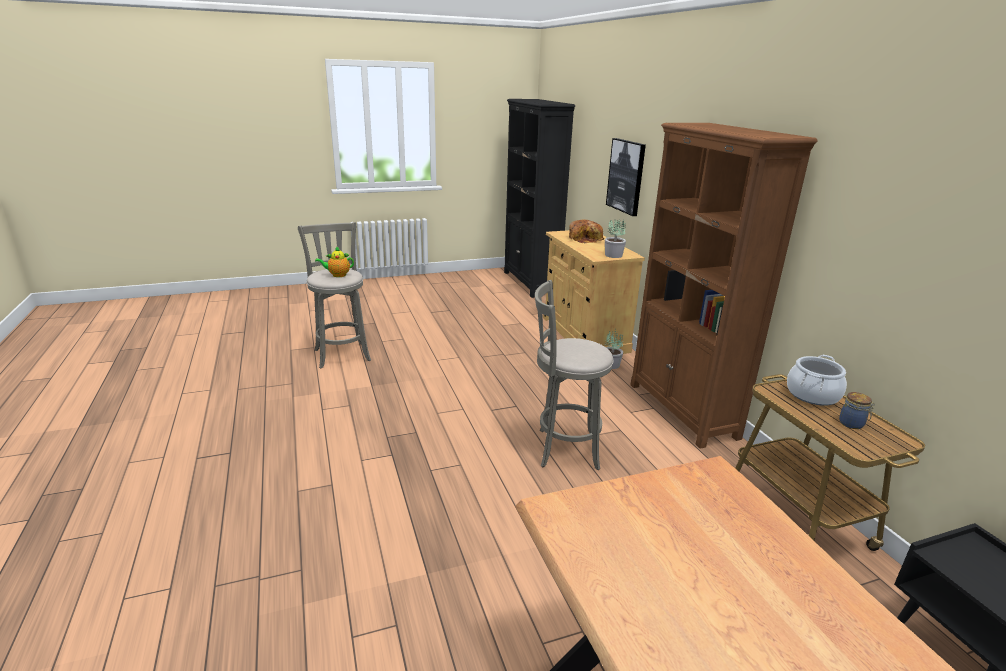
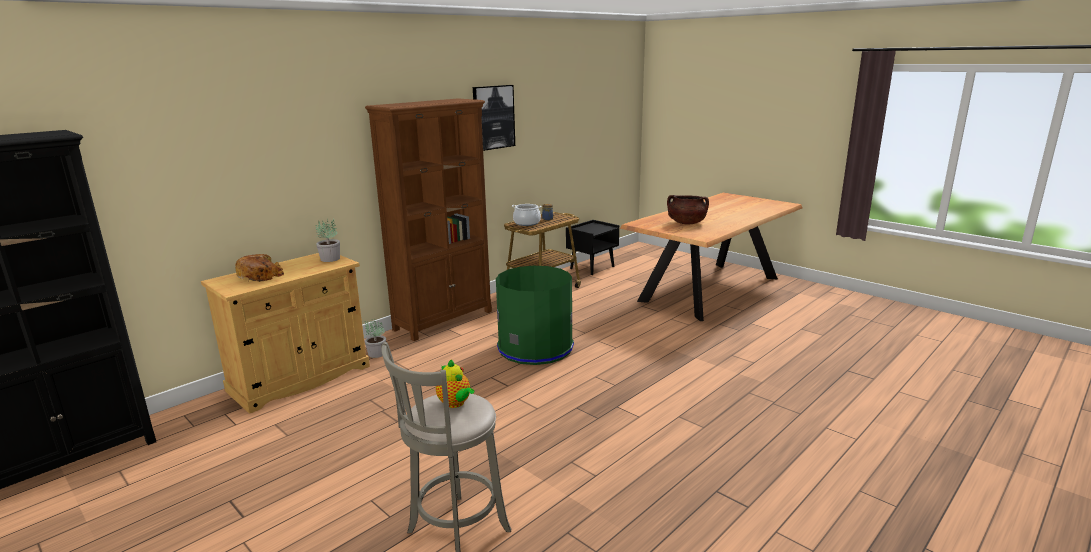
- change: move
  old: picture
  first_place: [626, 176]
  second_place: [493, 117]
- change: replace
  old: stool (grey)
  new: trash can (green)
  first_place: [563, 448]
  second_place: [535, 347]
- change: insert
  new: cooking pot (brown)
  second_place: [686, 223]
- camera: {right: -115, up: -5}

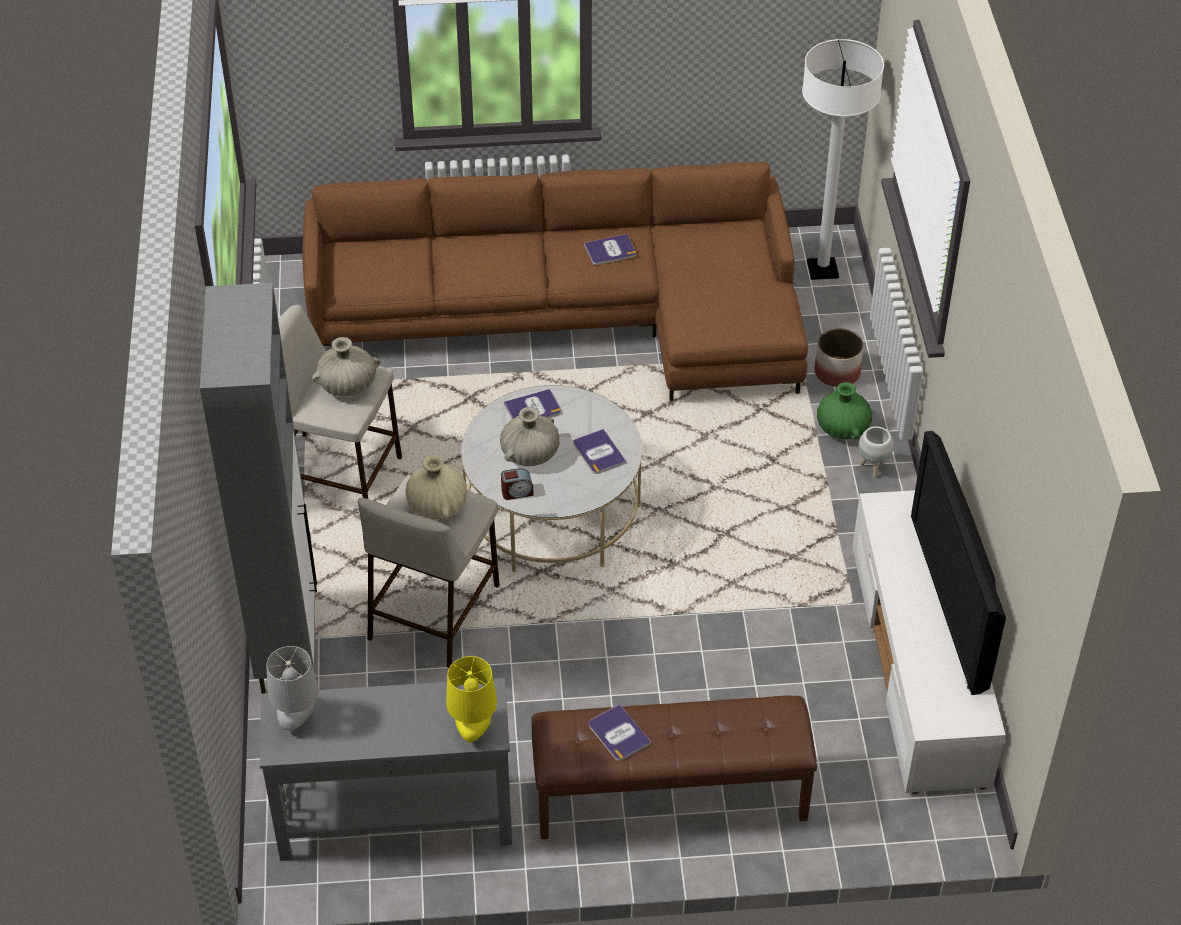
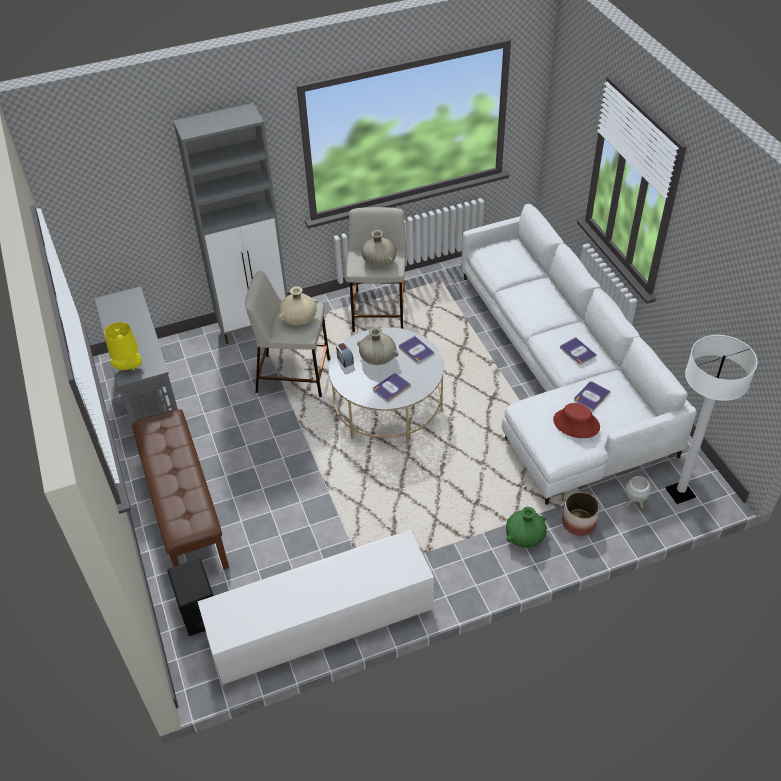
- change: insert
  new: speaker (black)
  second_place: [199, 611]
- change: recolor
  old: sofa (brown)
  new: sofa (white)
  first_place: [576, 315]
  second_place: [558, 376]
- change: insert
  new: hat (red)
  second_place: [576, 424]
- change: move
  old: book
  first_place: [618, 734]
  second_place: [591, 396]
- change: move
  old: planter (white)
  first_place: [873, 468]
  second_place: [634, 503]
- change: delete
  old: table lamp (grey)
  first_place: [298, 719]
- change: delete
  old: television
  first_place: [954, 601]
- camera: {right: 75, up: 0}

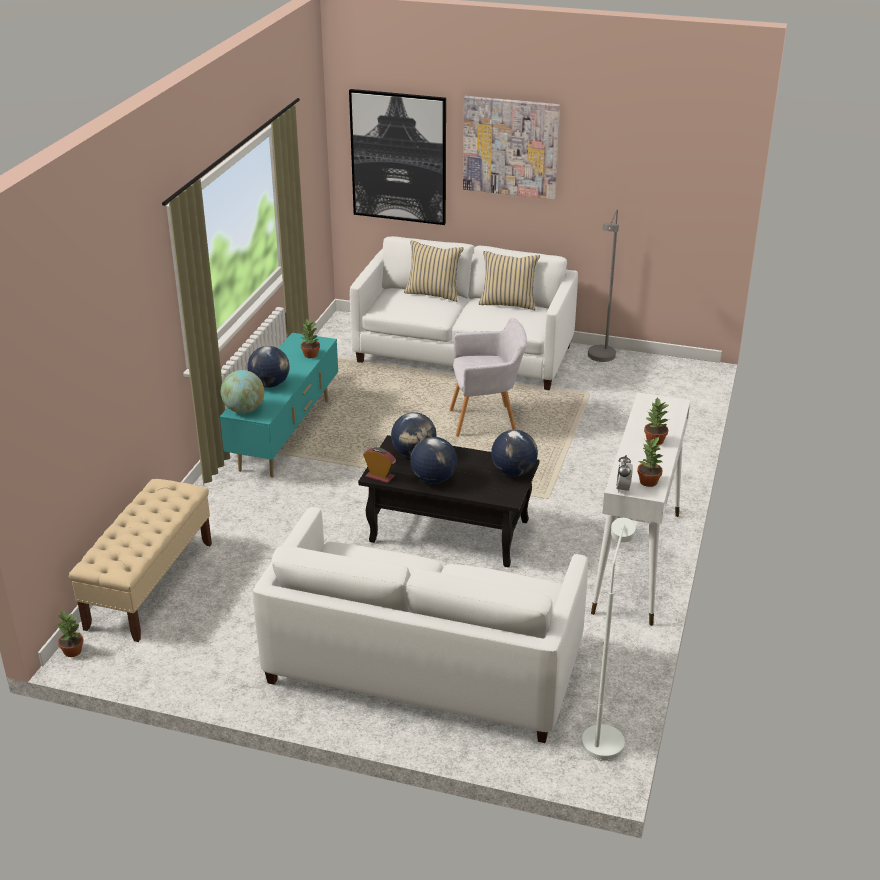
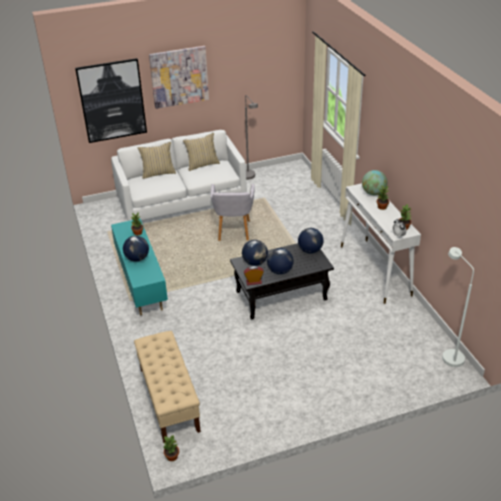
- change: rotate
  old: armchair (grey)
  first_place: [486, 421]
  second_place: [233, 232]
  degrees: 135
- change: move
  old: globe
  first_place: [244, 410]
  second_place: [373, 193]
- change: delete
  old: sofa (white)
  first_place: [423, 666]
- camera: {right: -35, up: 5}

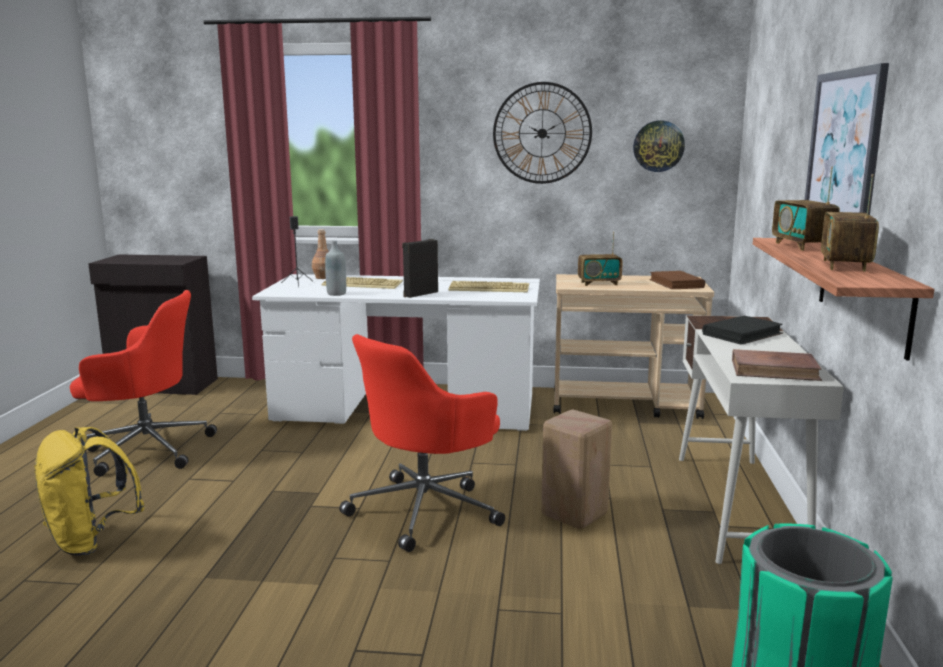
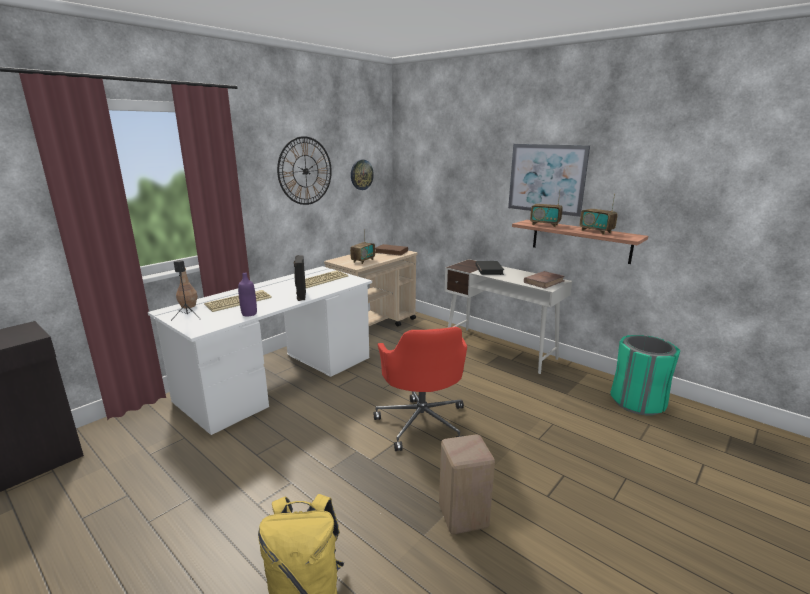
- change: recolor
  old: bottle (grey)
  new: bottle (purple)
  first_place: [336, 294]
  second_place: [249, 314]
- change: move
  old: stool (beige)
  first_place: [574, 513]
  second_place: [461, 515]
- change: delete
  old: office chair (red)
  first_place: [146, 449]
- camera: {right: -55, up: 5}

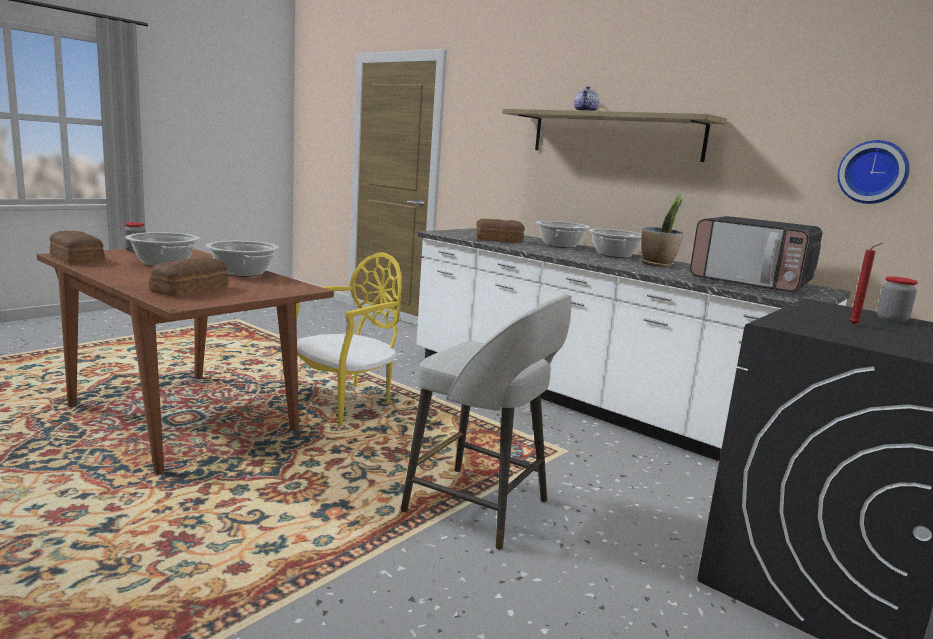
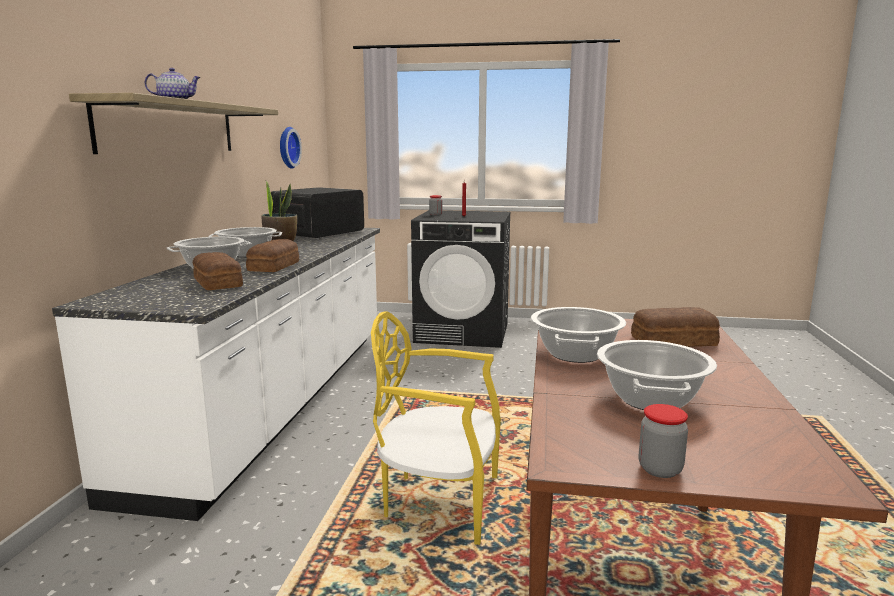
- change: move
  old: bread
  first_place: [76, 259]
  second_place: [275, 266]
- change: rotate
  old: microwave
  first_place: [751, 282]
  second_place: [318, 234]
  degrees: -150
- change: delete
  old: stool (grey)
  first_place: [480, 508]
- camera: {right: -120, up: 0}

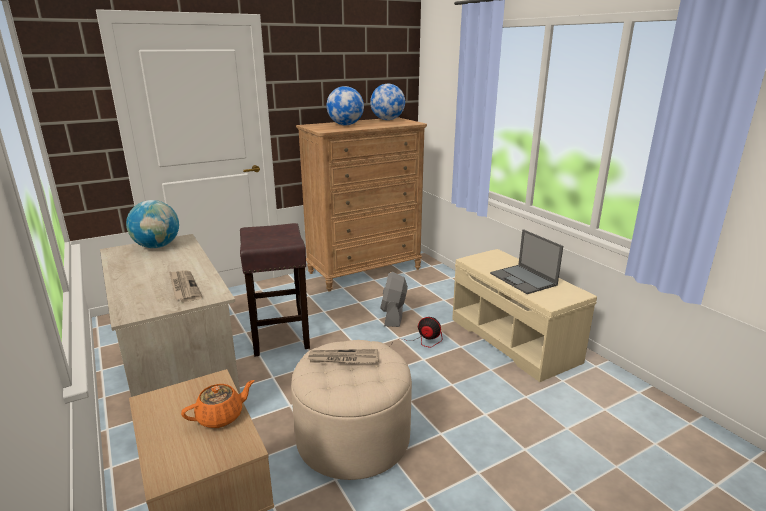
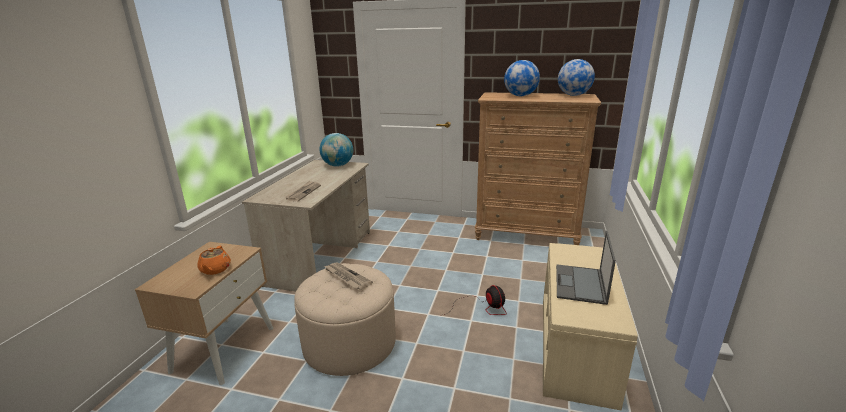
- change: rotate
  old: teapot (orange)
  first_place: [221, 416]
  second_place: [215, 269]
  degrees: 75
- change: delete
  old: stool (brown)
  first_place: [280, 336]
- change: delete
  old: fan (grey)
  first_place: [393, 315]
- camera: {right: 45, up: 0}

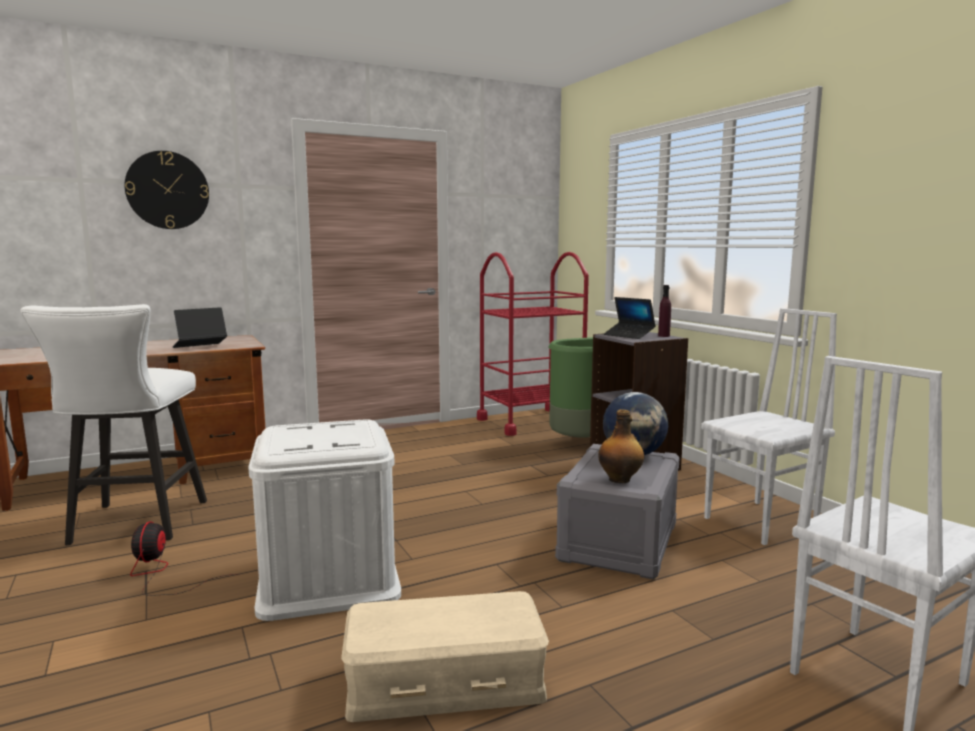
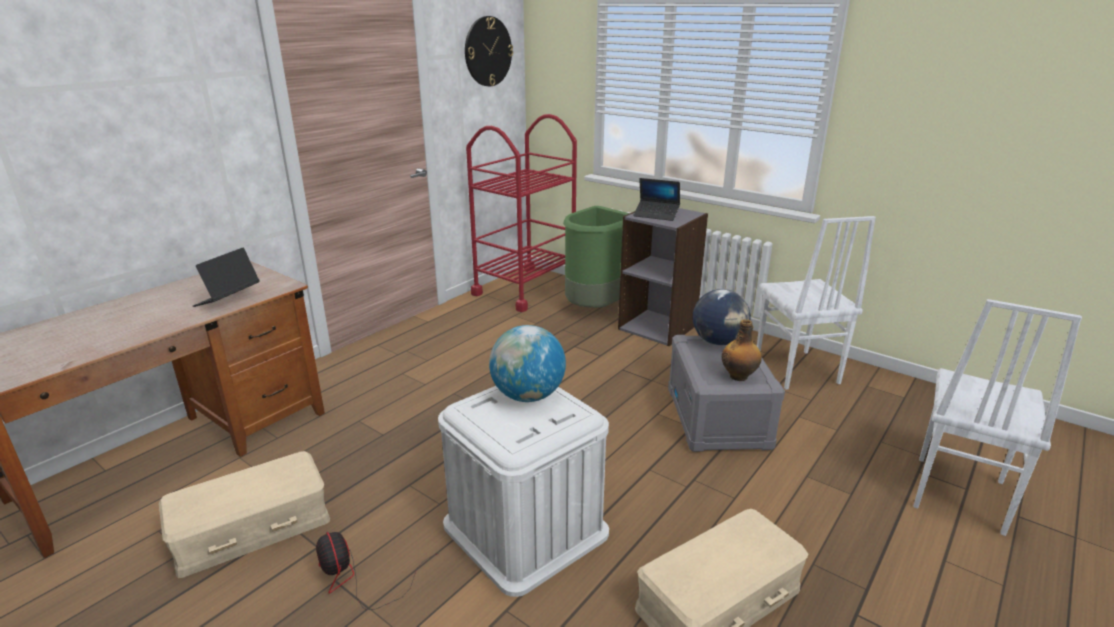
- change: replace
  old: stool (white)
  new: storage box (beige)
  first_place: [134, 526]
  second_place: [252, 528]
- change: move
  old: wall clock
  first_place: [167, 190]
  second_place: [488, 51]
- change: insert
  new: globe
  second_place: [528, 396]
- change: rotate
  old: chair (white)
  first_place: [762, 522]
  second_place: [795, 370]
  degrees: 135
- change: delete
  old: bottle (purple)
  first_place: [663, 336]
- camera: {right: -25, up: 15}

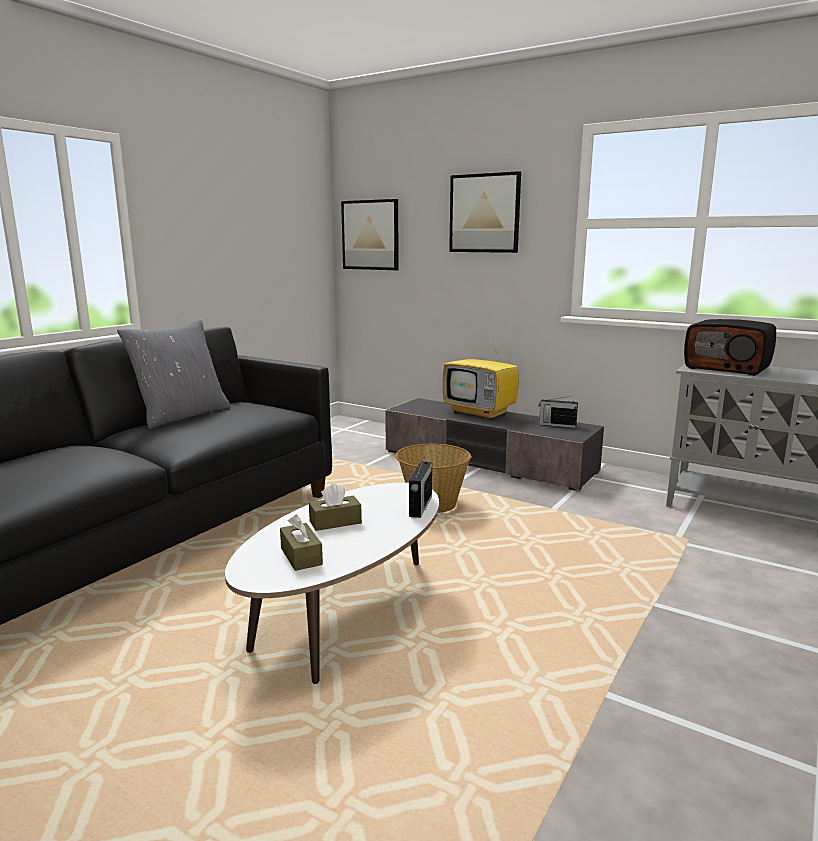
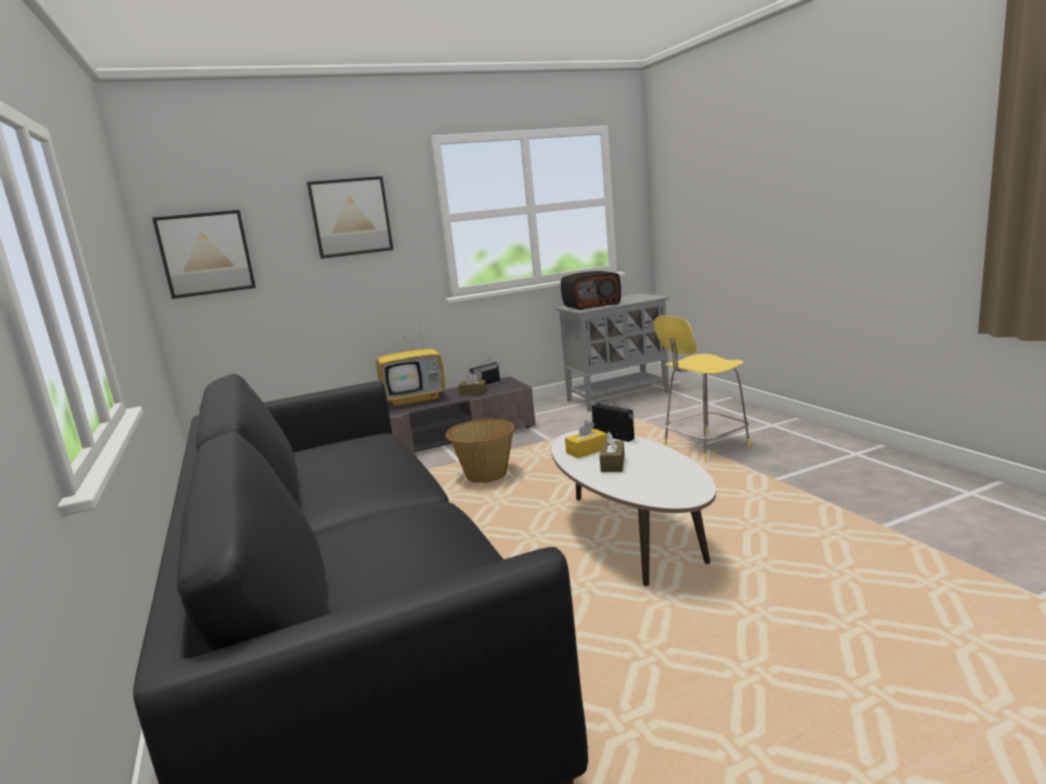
- change: move
  old: tissue box (brown)
  first_place: [301, 556]
  second_place: [473, 393]
- change: insert
  new: tissue box (yellow)
  second_place: [587, 451]
- change: insert
  new: stool (yellow)
  second_place: [704, 447]
- change: delete
  old: pillow (grey)
  first_place: [182, 416]
- camera: {right: -55, up: 0}

